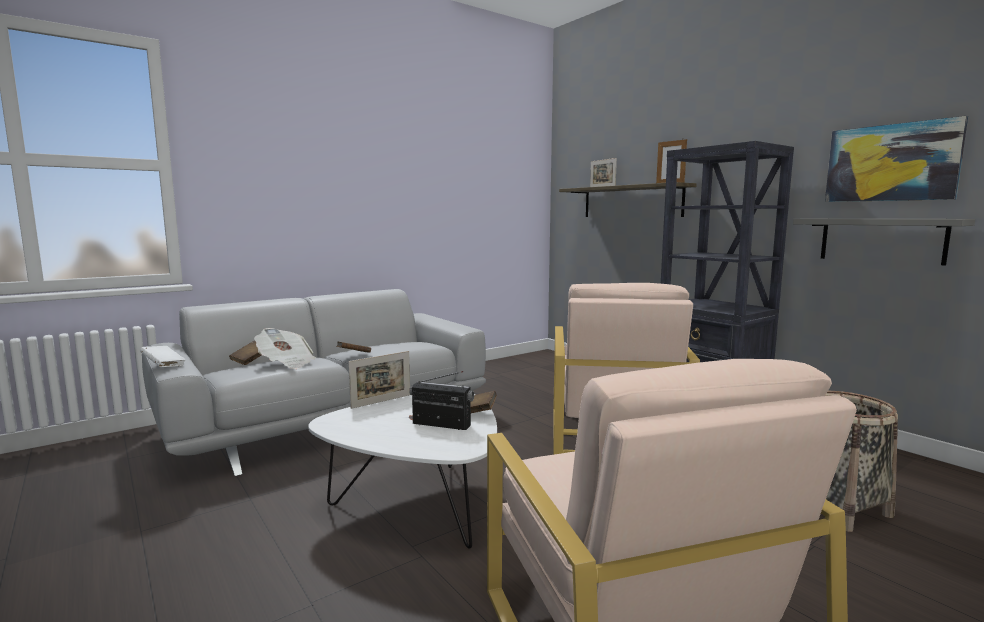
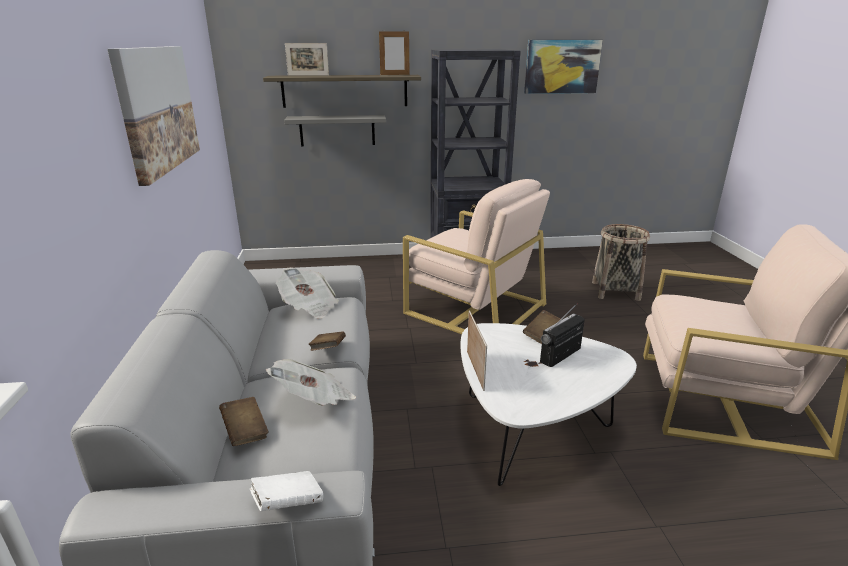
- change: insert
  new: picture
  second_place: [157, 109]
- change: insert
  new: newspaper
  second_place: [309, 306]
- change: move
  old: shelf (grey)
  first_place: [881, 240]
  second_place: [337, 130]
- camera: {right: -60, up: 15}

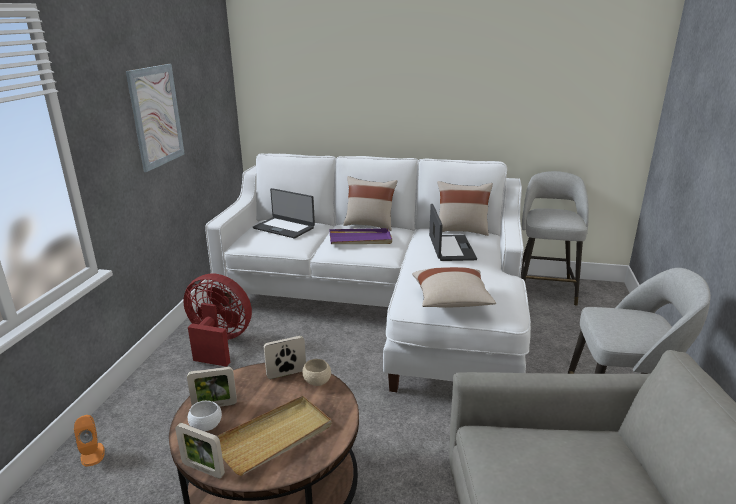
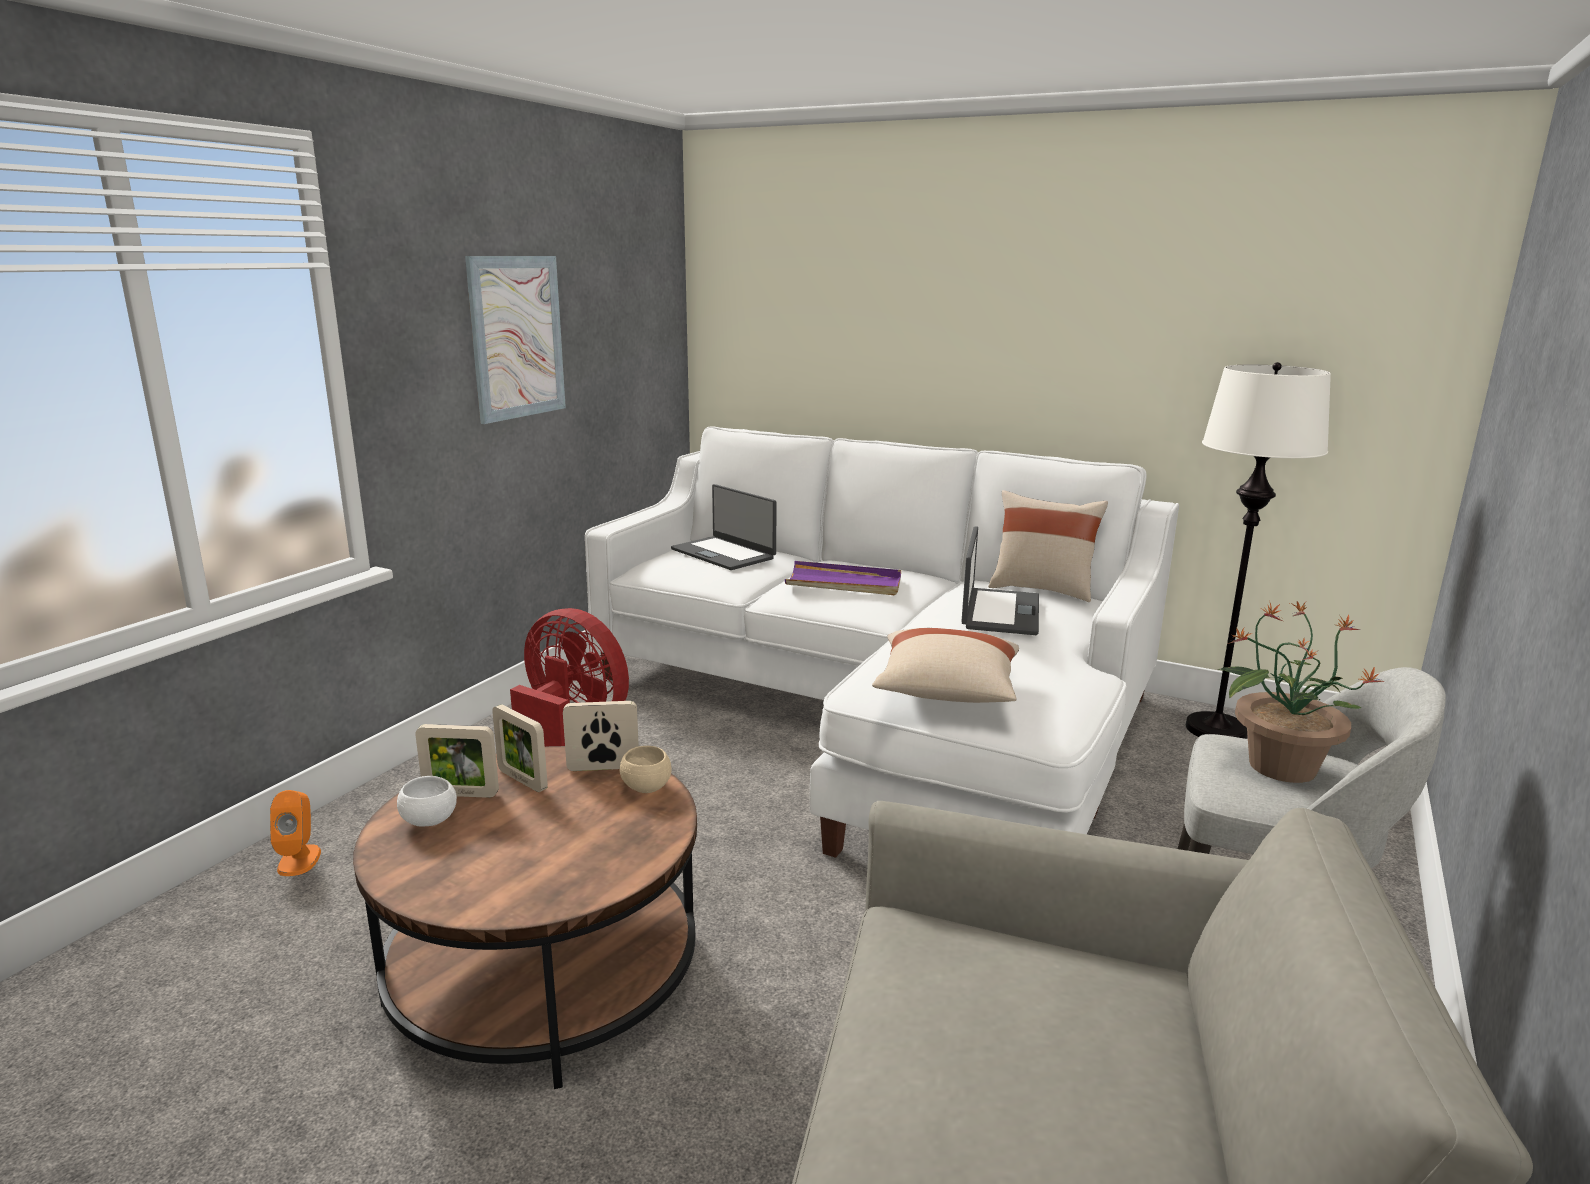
- change: move
  old: picture frame
  first_place: [203, 469]
  second_place: [522, 780]
- change: replace
  old: stool (grey)
  new: floor lamp (white)
  first_place: [545, 288]
  second_place: [1216, 729]
- change: insert
  new: potted plant
  second_place: [1279, 766]
- change: delete
  old: tray (beige)
  first_place: [275, 437]
- change: delete
  old: pillow (beige)
  first_place: [369, 225]
- camera: {right: 15, up: -5}

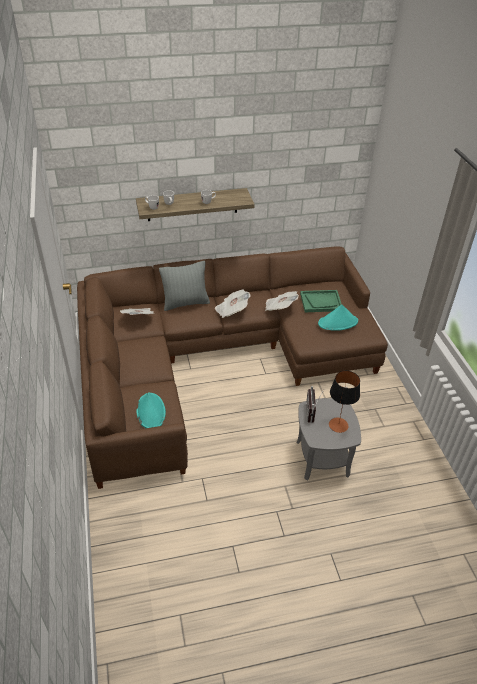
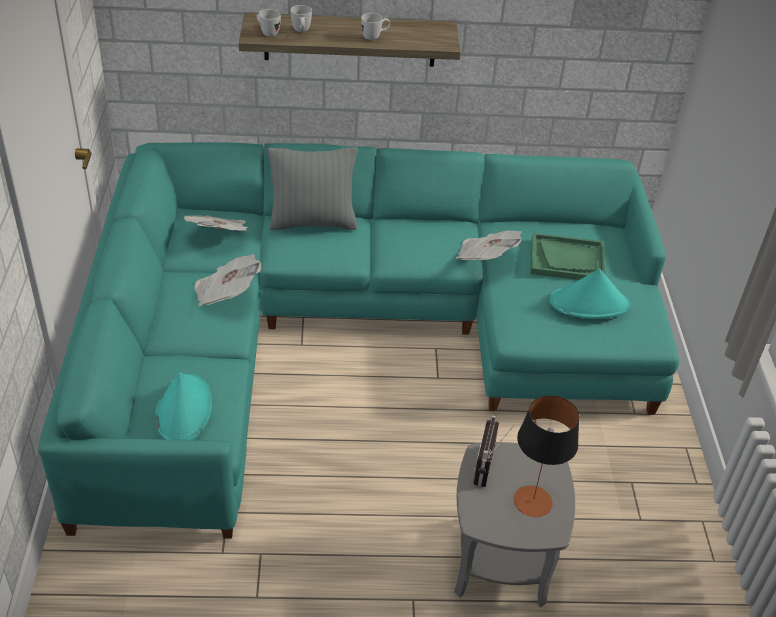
- change: recolor
  old: sofa (brown)
  new: sofa (turquoise)
  first_place: [215, 359]
  second_place: [351, 336]
- change: move
  old: newspaper
  first_place: [232, 310]
  second_place: [226, 294]
- camera: {right: 10, up: 0}

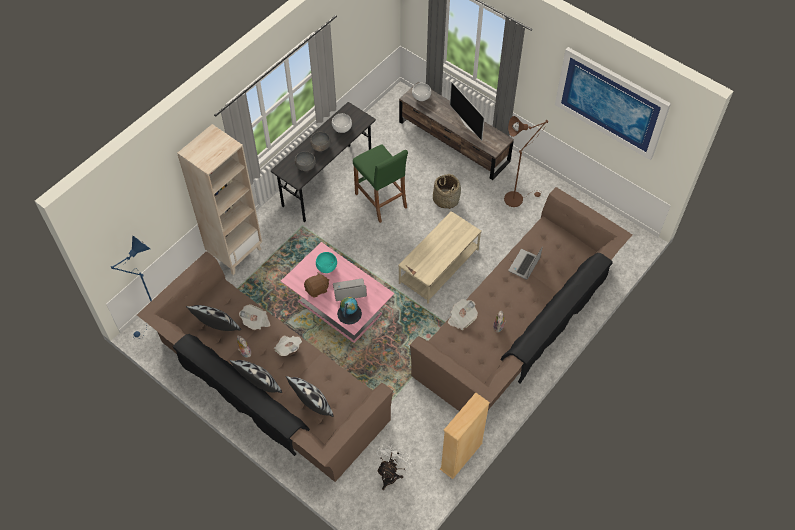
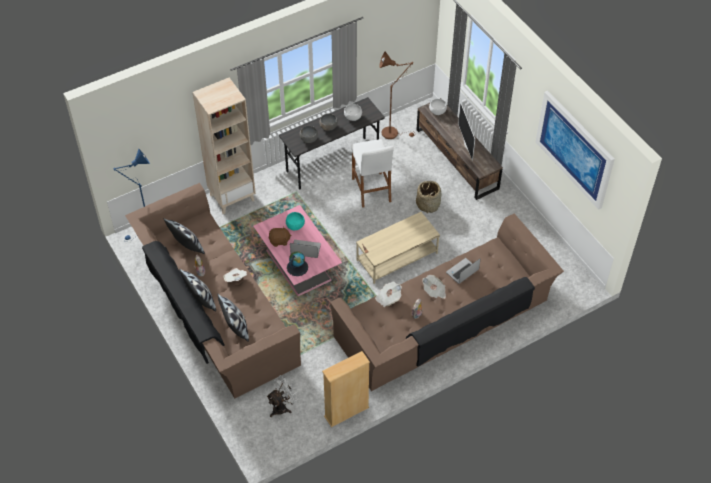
- change: recolor
  old: stool (green)
  new: stool (white)
  first_place: [381, 201]
  second_place: [371, 190]
- change: move
  old: floor lamp (brown)
  first_place: [517, 198]
  second_place: [393, 133]
- change: move
  old: newspaper
  first_place: [256, 321]
  second_place: [434, 291]
- camera: {right: 20, up: -5}

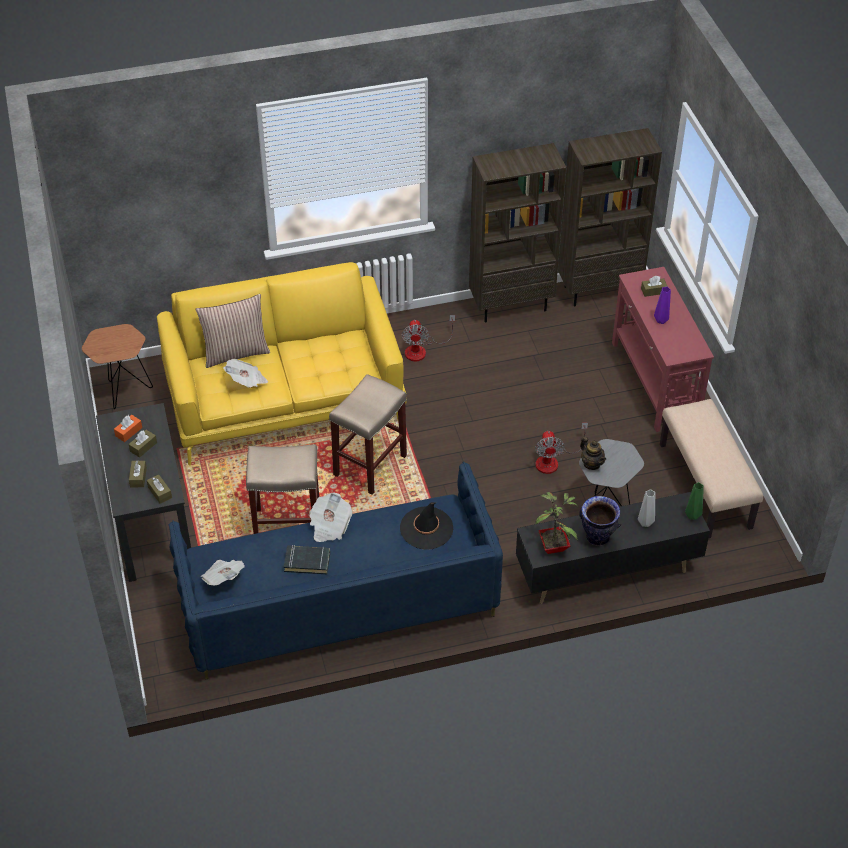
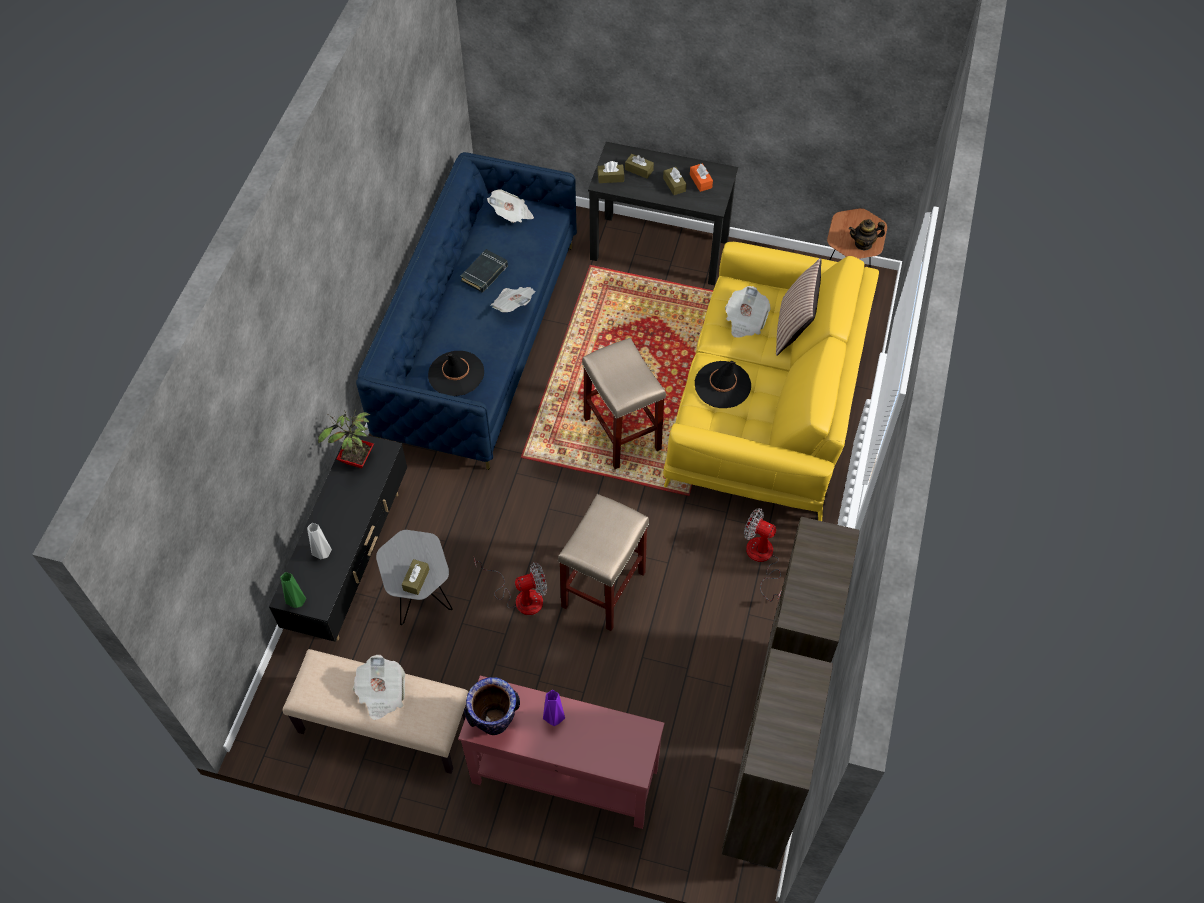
- change: insert
  new: newspaper
  second_place: [381, 693]
- change: move
  old: tissue box (brown)
  first_place: [653, 291]
  second_place: [416, 580]
- change: move
  old: vase
  first_place: [598, 537]
  second_place: [494, 722]
- change: rotate
  old: fan
  first_place: [553, 460]
  second_place: [520, 597]
  degrees: 135
- change: move
  old: stool (beige)
  first_place: [286, 526]
  second_place: [603, 588]
- change: insert
  new: hat (black)
  second_place: [722, 385]
- change: move
  old: teapot
  first_place: [591, 464]
  second_place: [863, 244]
- camera: {right: 120, up: 10}

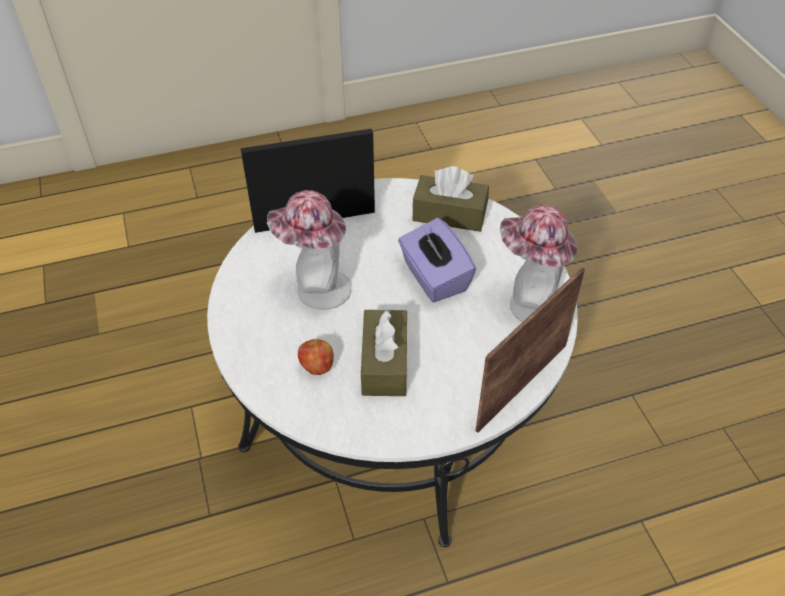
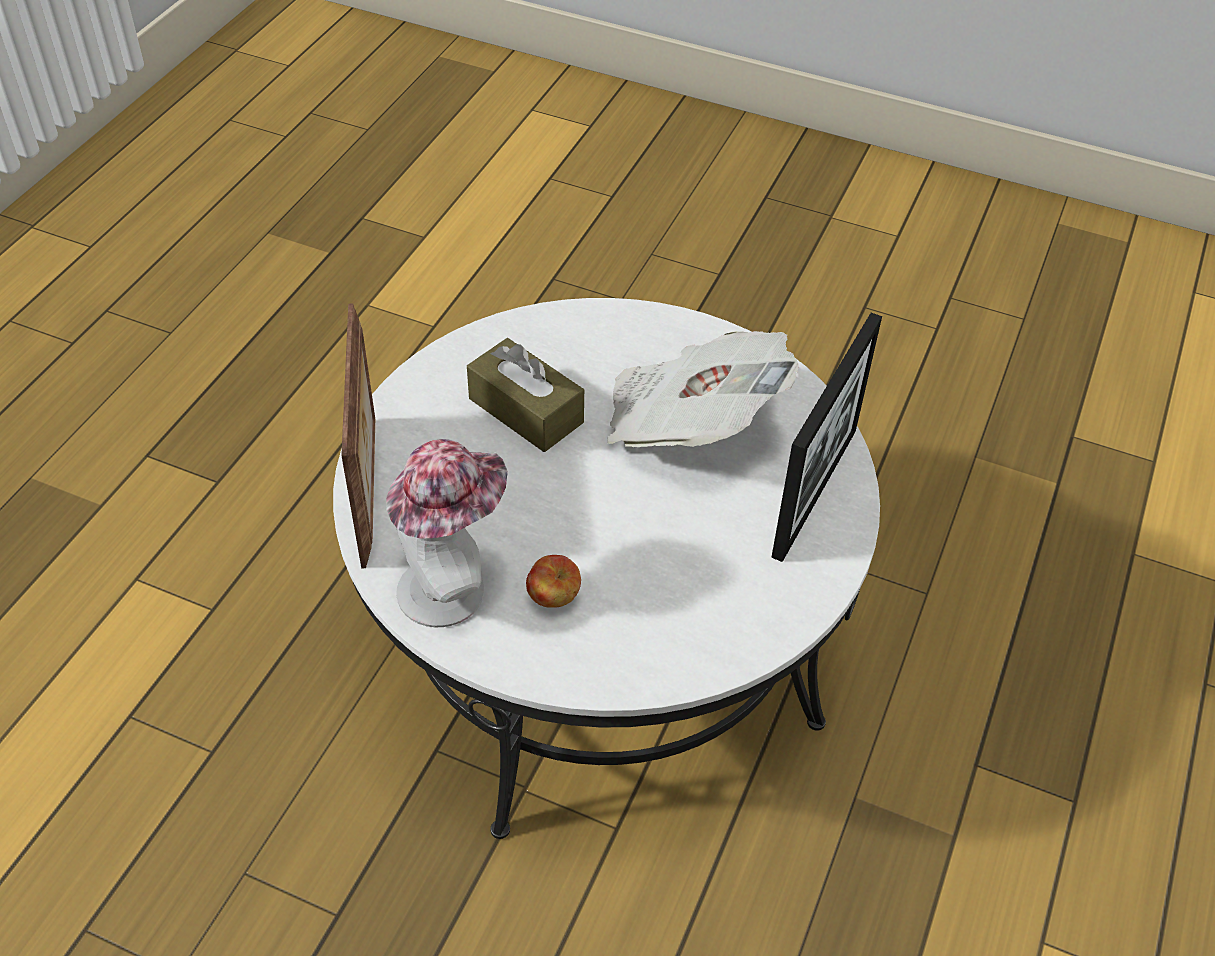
- change: move
  old: apple
  first_place: [317, 367]
  second_place: [553, 597]
- change: replace
  old: hat
  new: newspaper
  first_place: [316, 289]
  second_place: [690, 423]
- change: delete
  old: tissue box (purple)
  first_place: [434, 277]
- change: delete
  old: tissue box (brown)
  first_place: [449, 214]
- camera: {right: 130, up: 0}

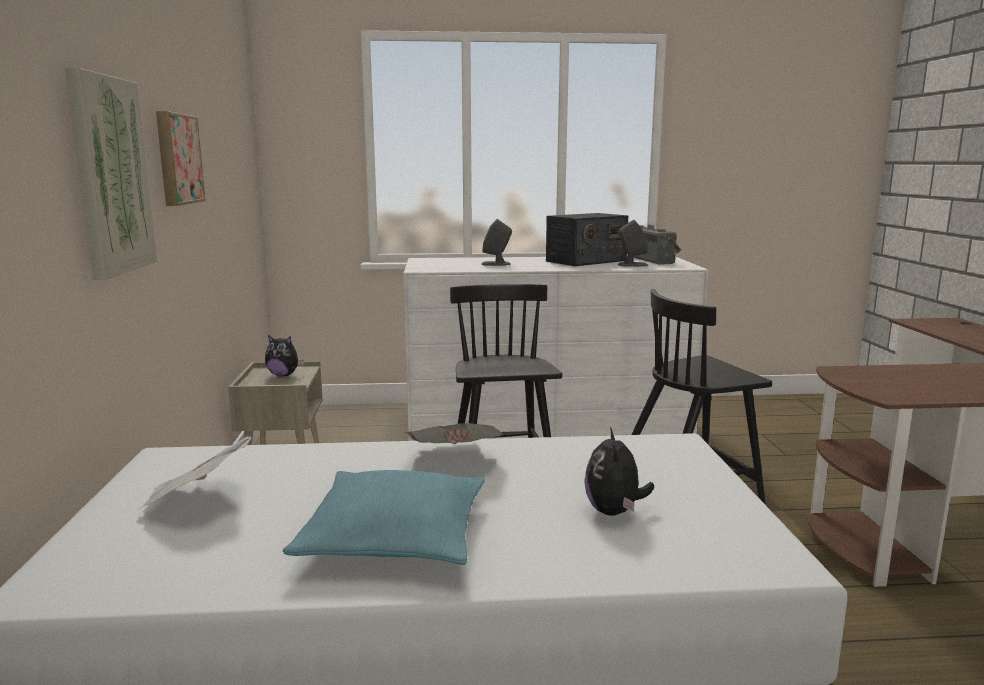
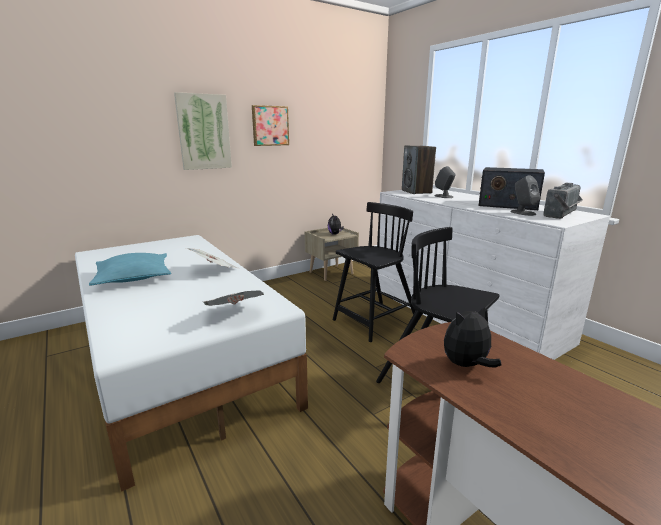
- change: move
  old: newspaper
  first_place: [198, 499]
  second_place: [235, 313]
- change: insert
  new: speaker
  second_place: [416, 192]
- change: move
  old: plush toy
  first_place: [614, 512]
  second_place: [466, 365]
- camera: {right: 60, up: 5}

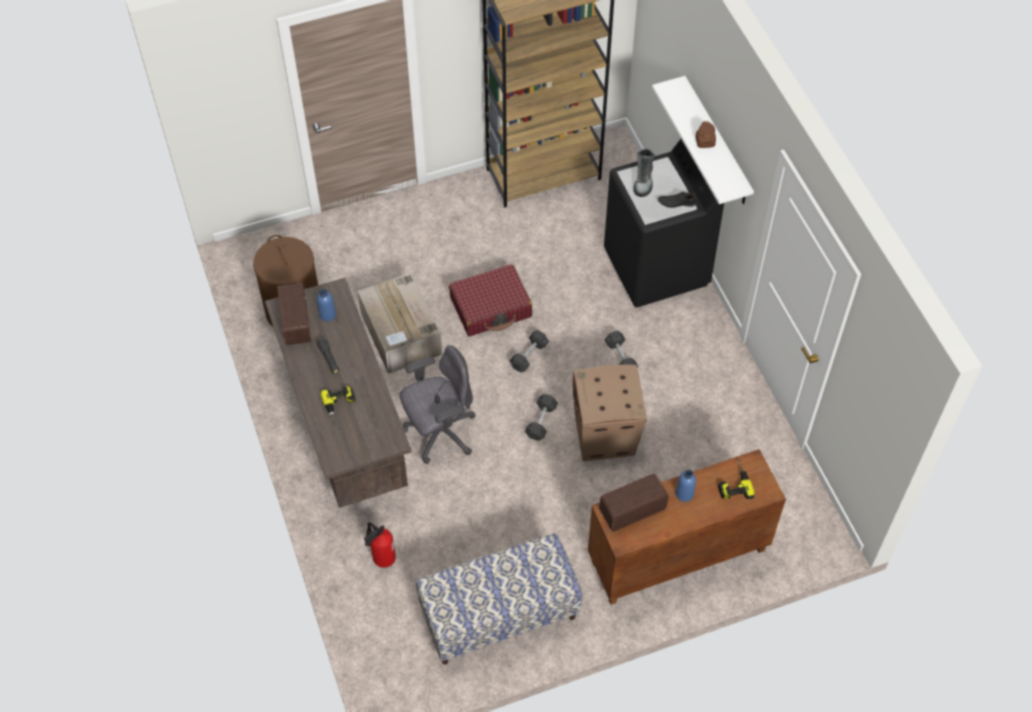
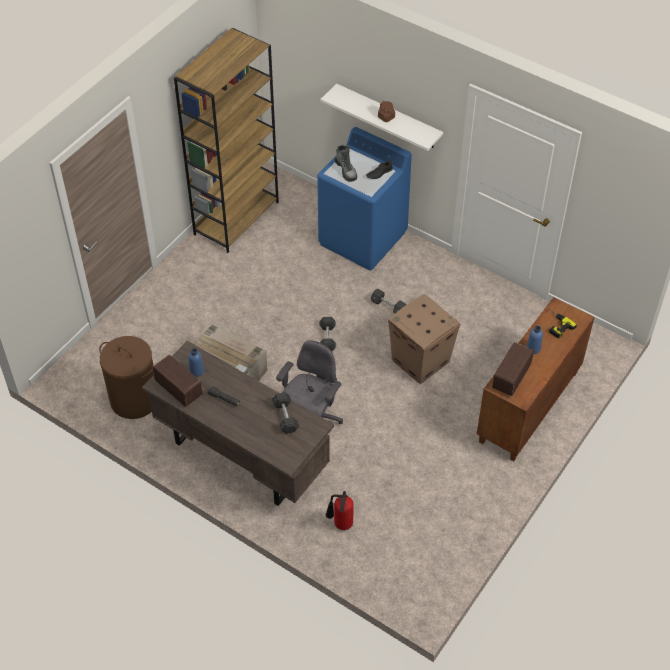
- change: move
  old: dumbbell (grey)
  first_place: [541, 421]
  second_place: [285, 417]
- change: recolor
  old: washing machine (black)
  new: washing machine (blue)
  first_place: [656, 267]
  second_place: [363, 238]
- change: delete
  old: power drill
  first_place: [341, 407]
- change: delete
  old: bench
  first_place: [499, 615]
- change: delete
  old: suitcase (red)
  first_place: [491, 307]
- camera: {right: -35, up: -5}

